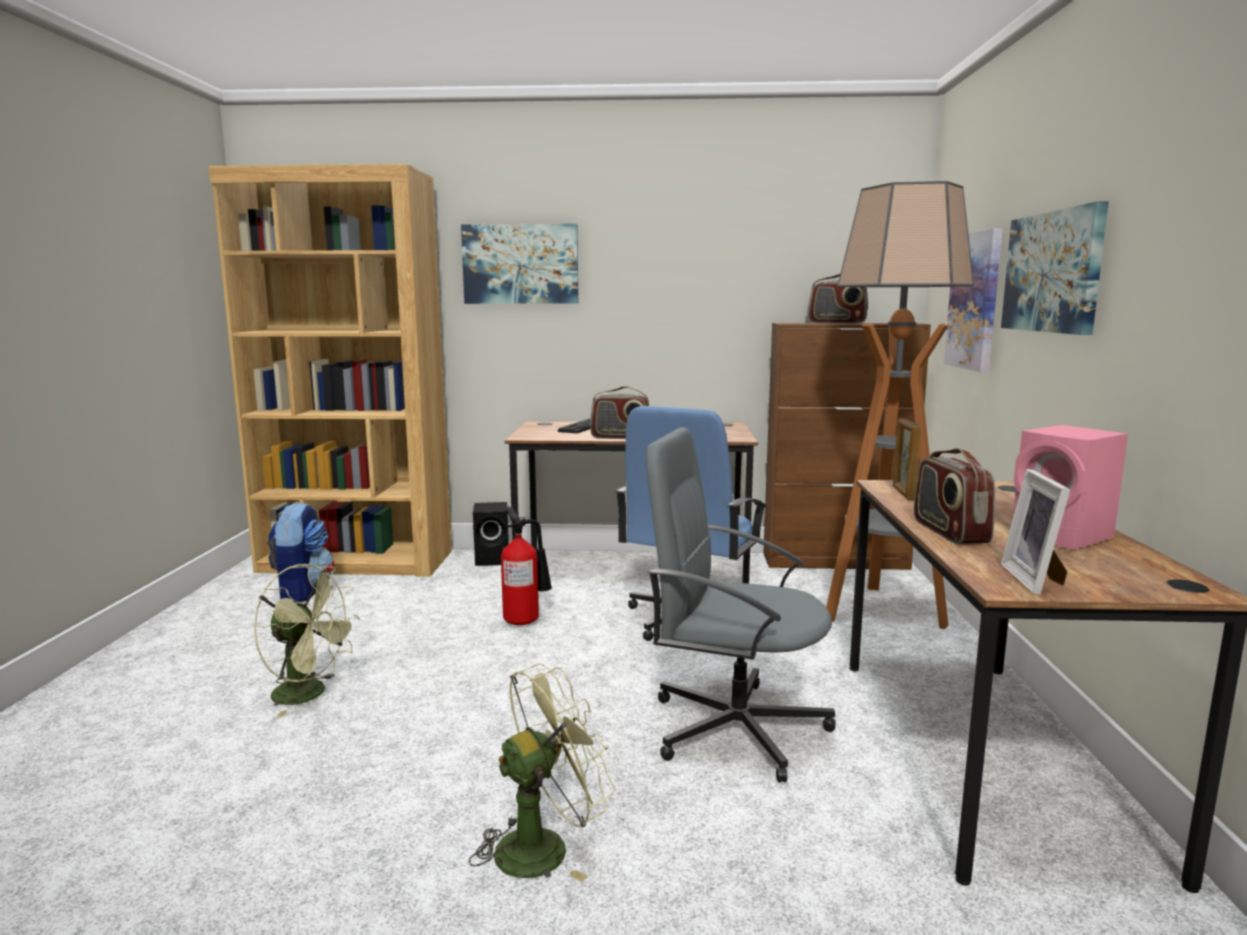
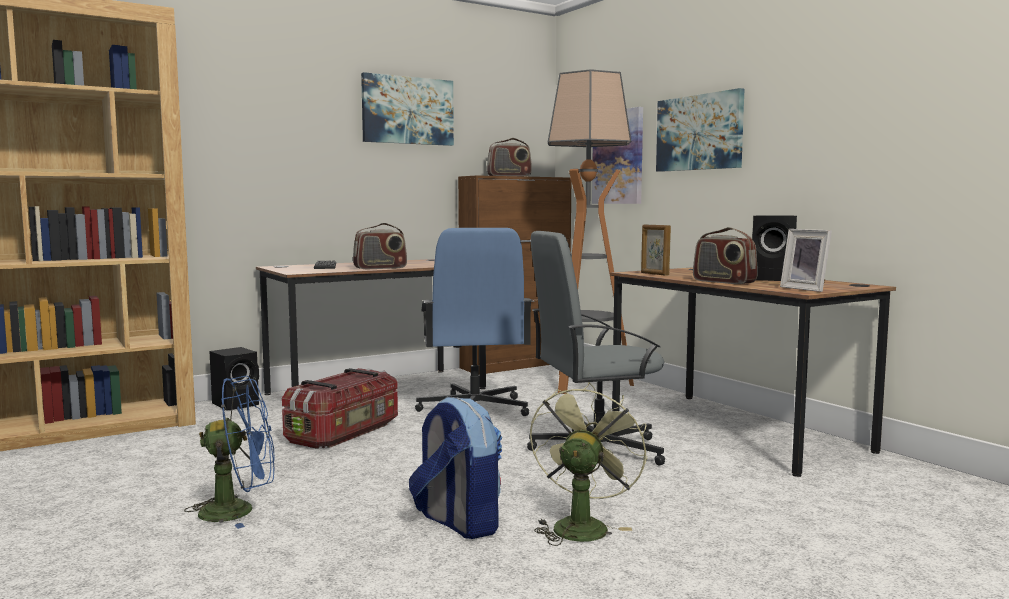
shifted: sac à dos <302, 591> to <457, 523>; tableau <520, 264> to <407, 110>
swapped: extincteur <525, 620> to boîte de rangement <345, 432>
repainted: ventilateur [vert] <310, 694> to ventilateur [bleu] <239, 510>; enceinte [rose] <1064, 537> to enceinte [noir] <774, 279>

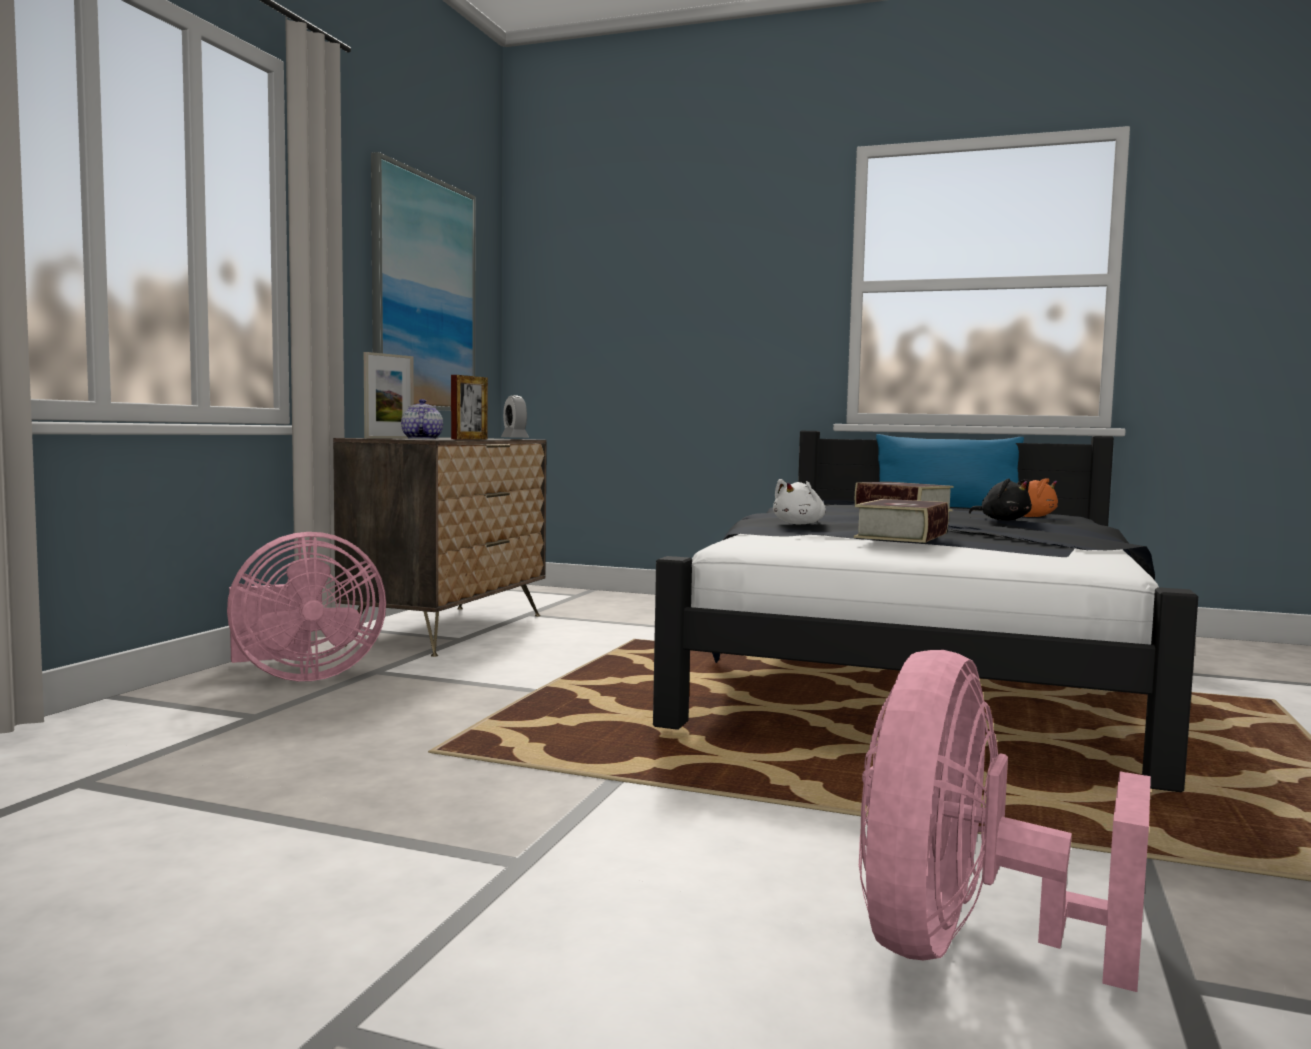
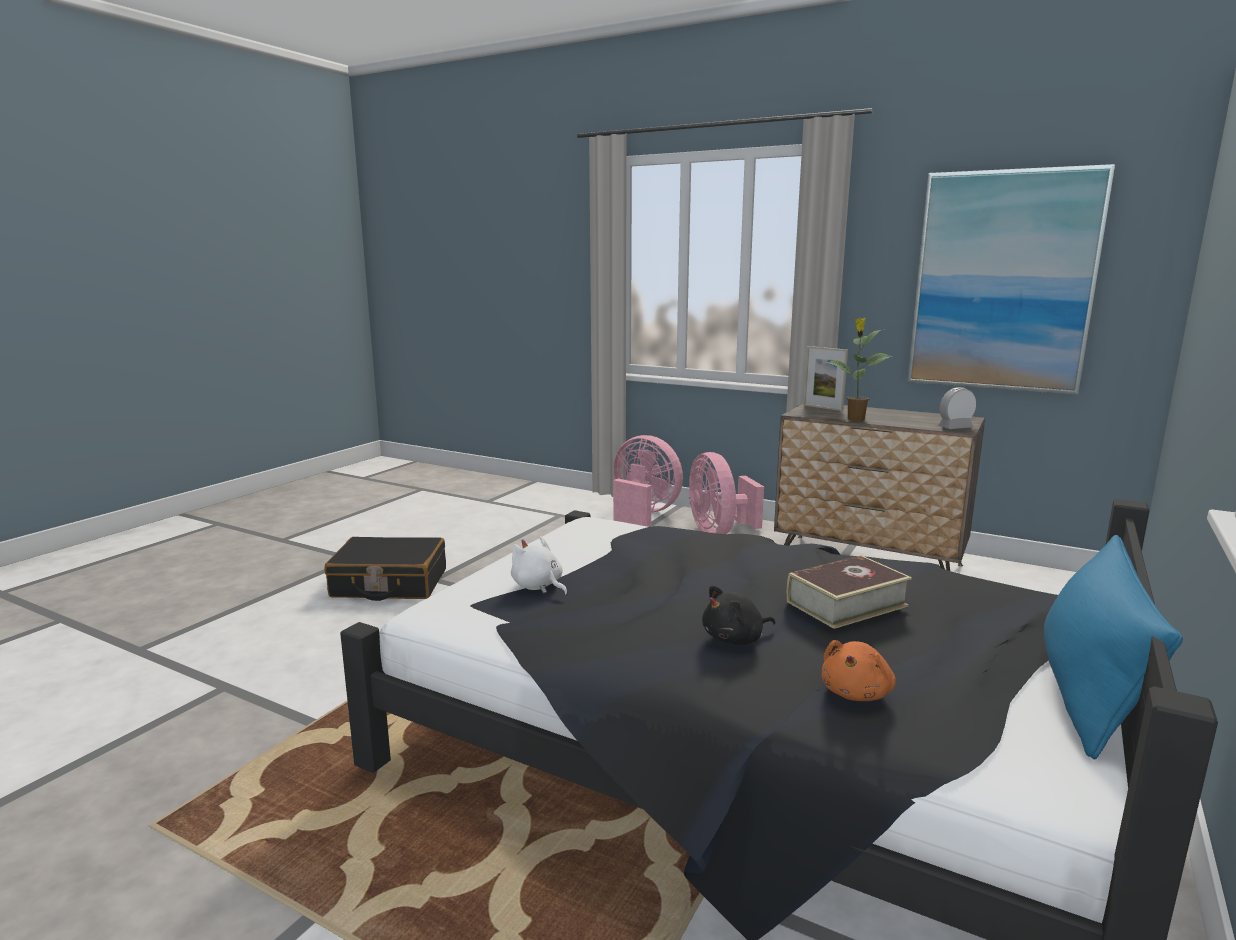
gone: théière <421, 439>; livre <902, 535>
new: valise [noir] <389, 584>
shifted: peluche [blanc] <800, 524> to <538, 586>; ventilateur [rose] <966, 947> to <643, 514>
swapped: cadre photo <469, 439> to plante en pot <855, 419>

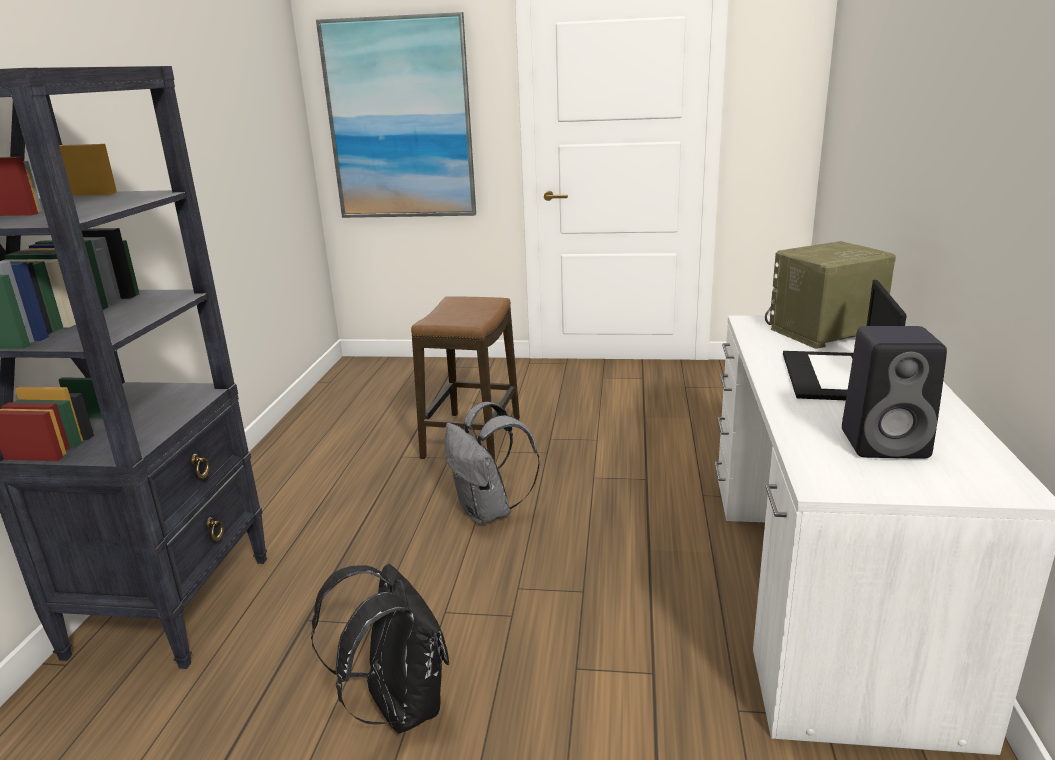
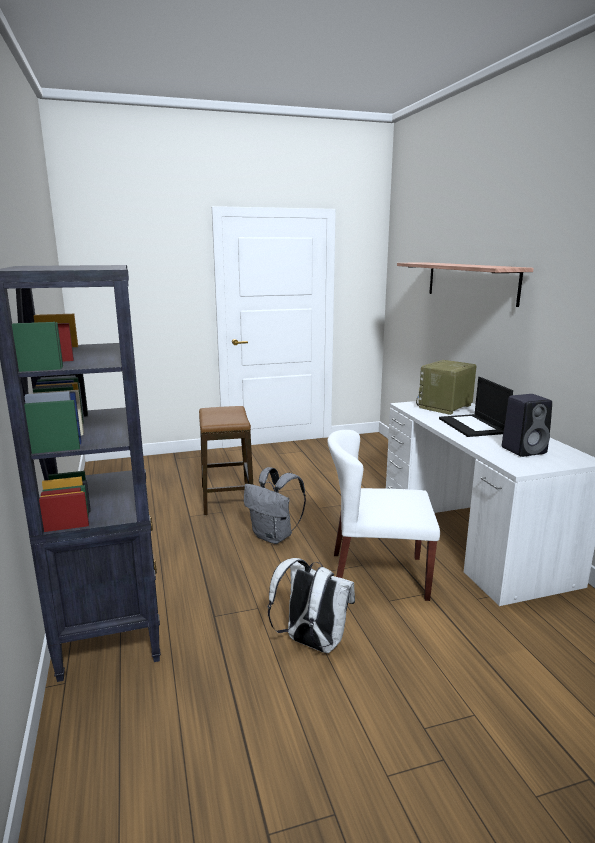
gone: tableau <400, 120>
new: chaise [blanc] <377, 576>; étagère <470, 282>
repainted: sac à dos [noir] <398, 706> to sac à dos [blanc] <311, 643>

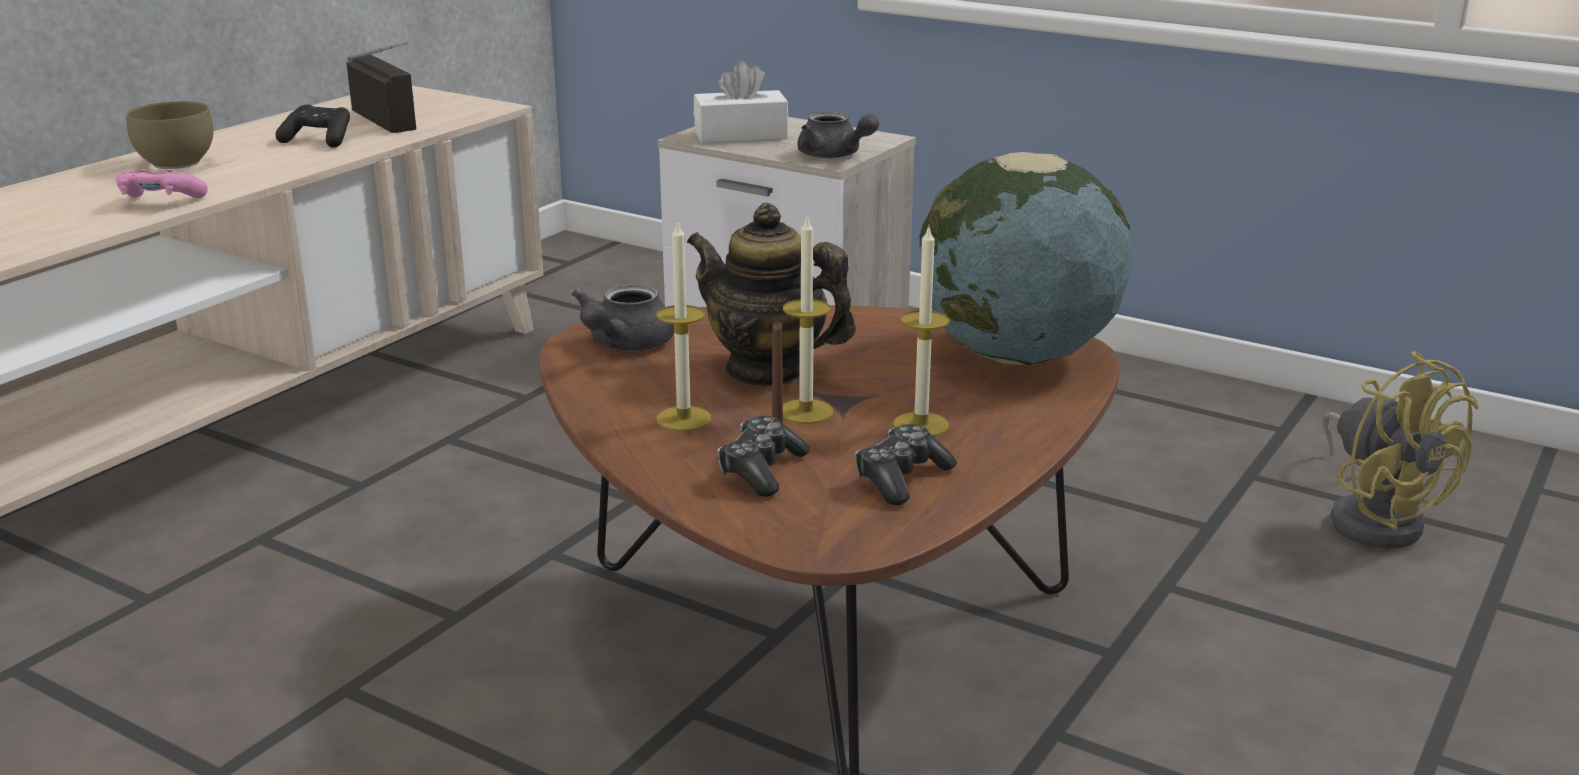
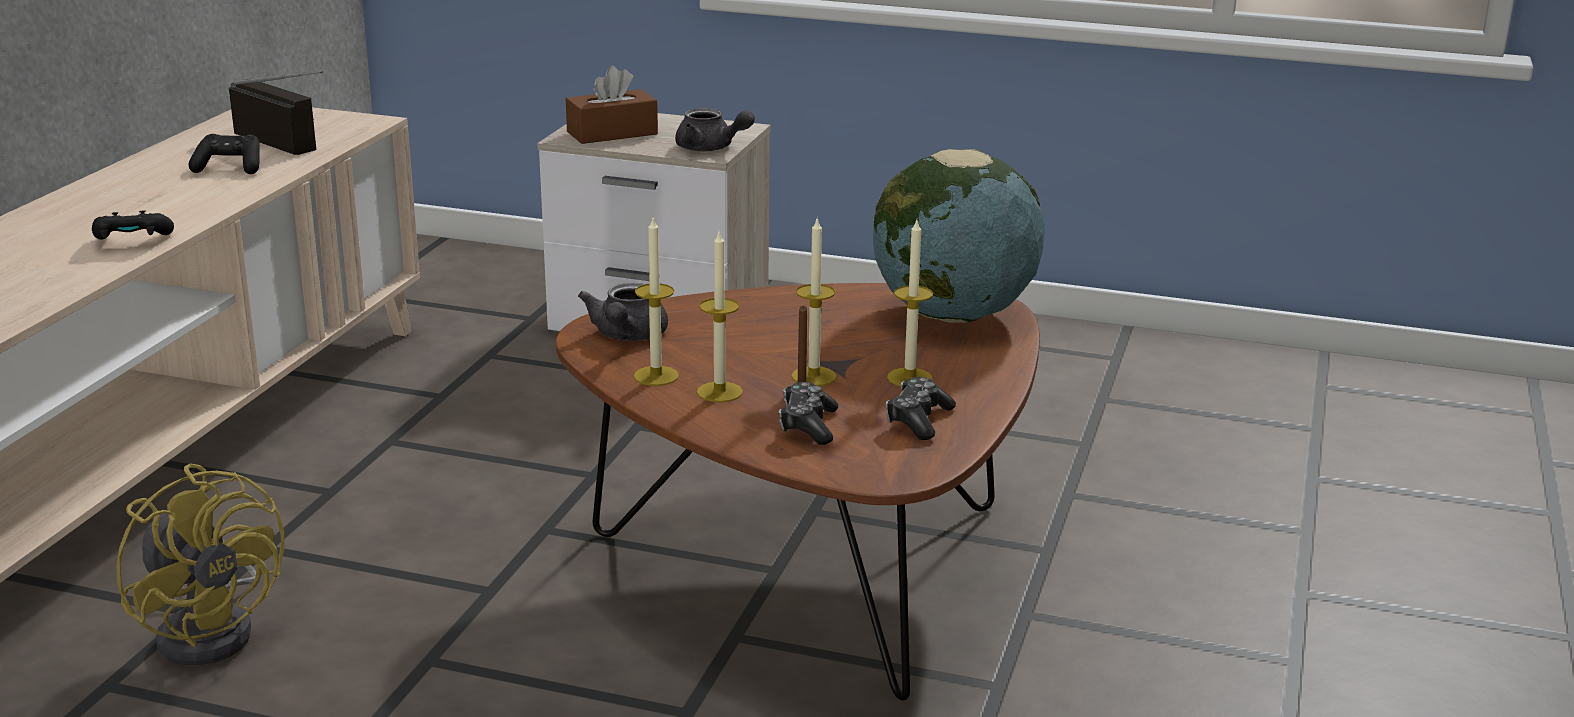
gone: bol [marron] <174, 163>; théière <768, 370>
new: bougie <656, 376>
shifted: ventilateur [jaune] <1375, 518> to <214, 629>
repainted: manette [rose] <160, 203> to manette [noir] <132, 242>; boîte à mouchoirs [blanc] <740, 135> to boîte à mouchoirs [marron] <612, 133>

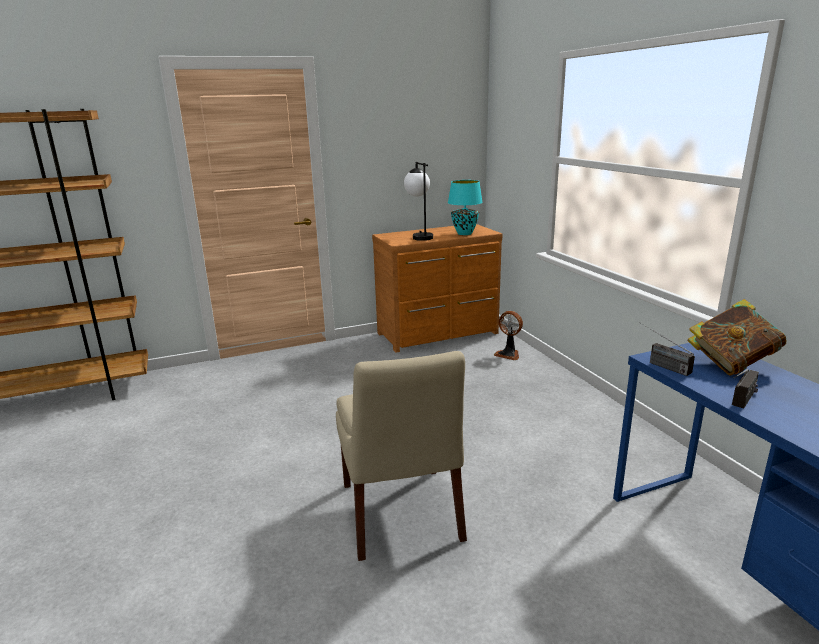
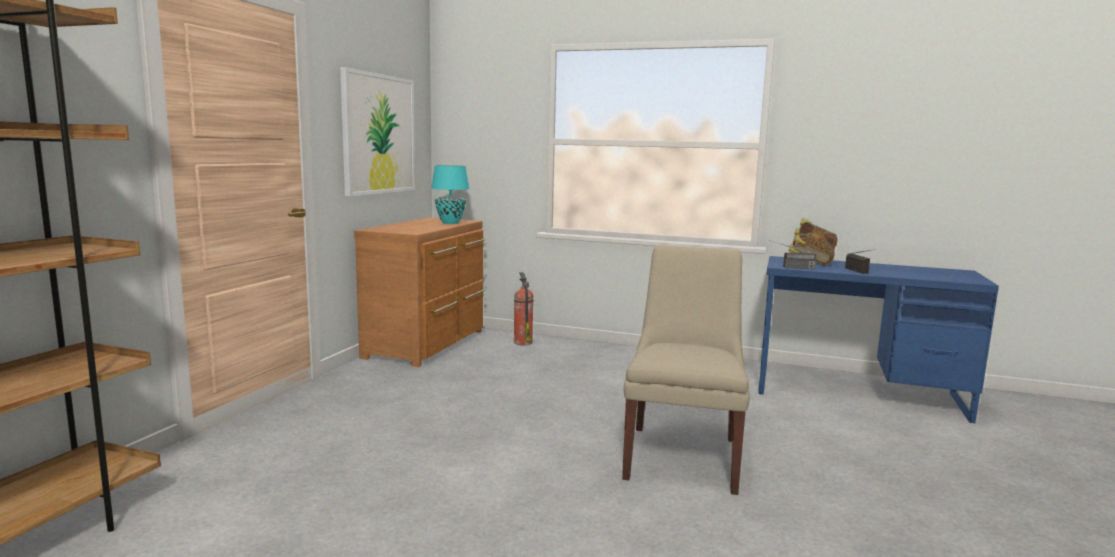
gone: lampe de table <419, 236>
new: tableau <378, 134>
swapped: ventilateur <508, 354> to extincteur <522, 342>
rotated: chaise [beige] <401, 515> = <682, 456> 105 degrees counterclockwise

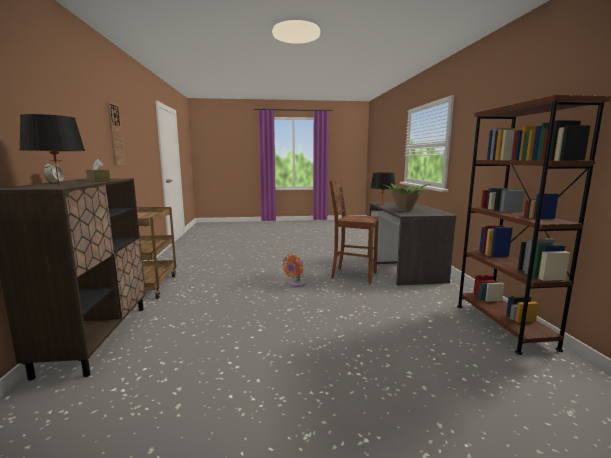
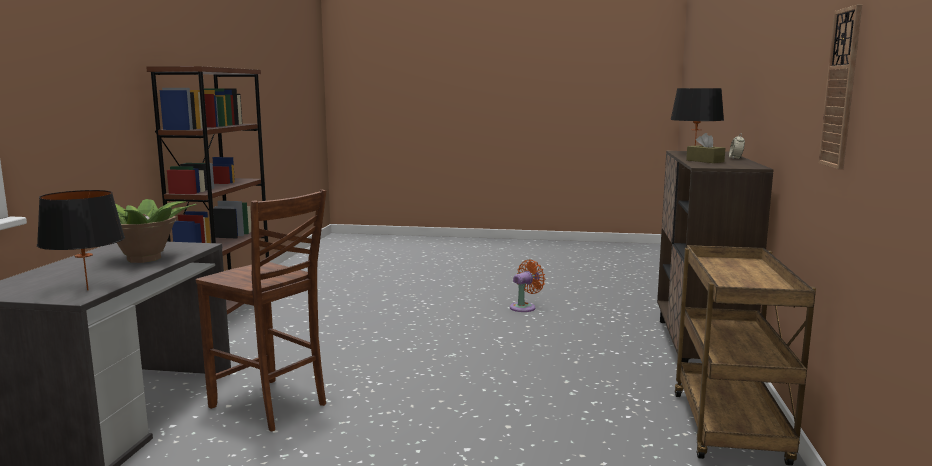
shifted: ventilateur [orange] <295, 284> to <524, 307>

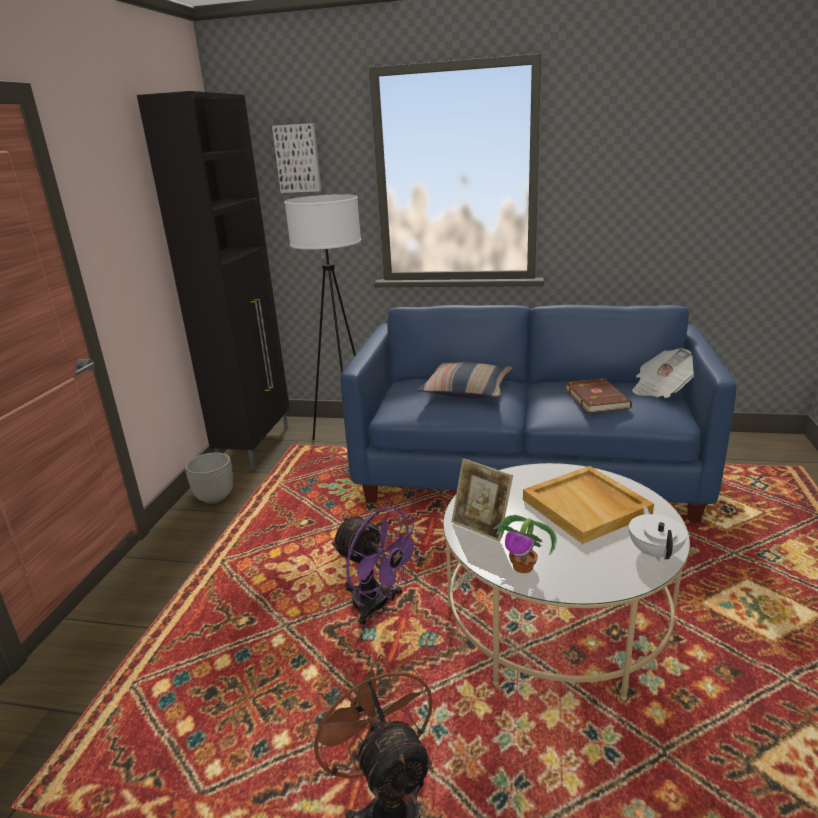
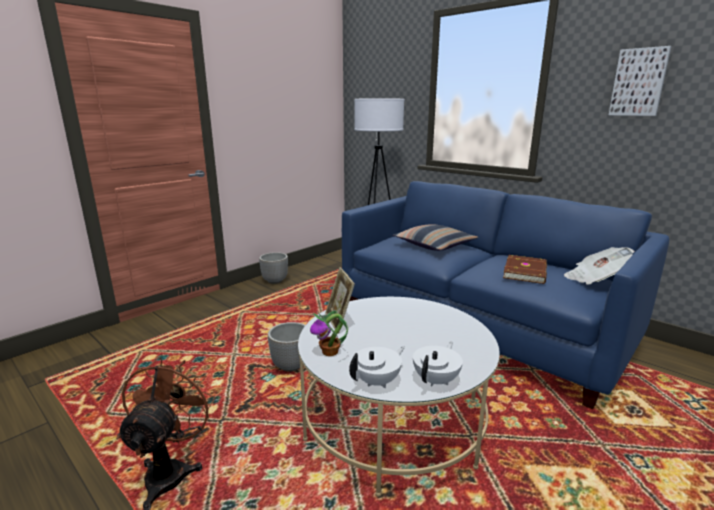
gone: meuble de rangement [noir] <256, 445>; plateau [beige] <587, 507>
new: théière [blanc] <377, 381>
shifted: tableau <298, 158> to <639, 82>
swapped: ventilateur [violet] <378, 606> to cache-pot <291, 365>

